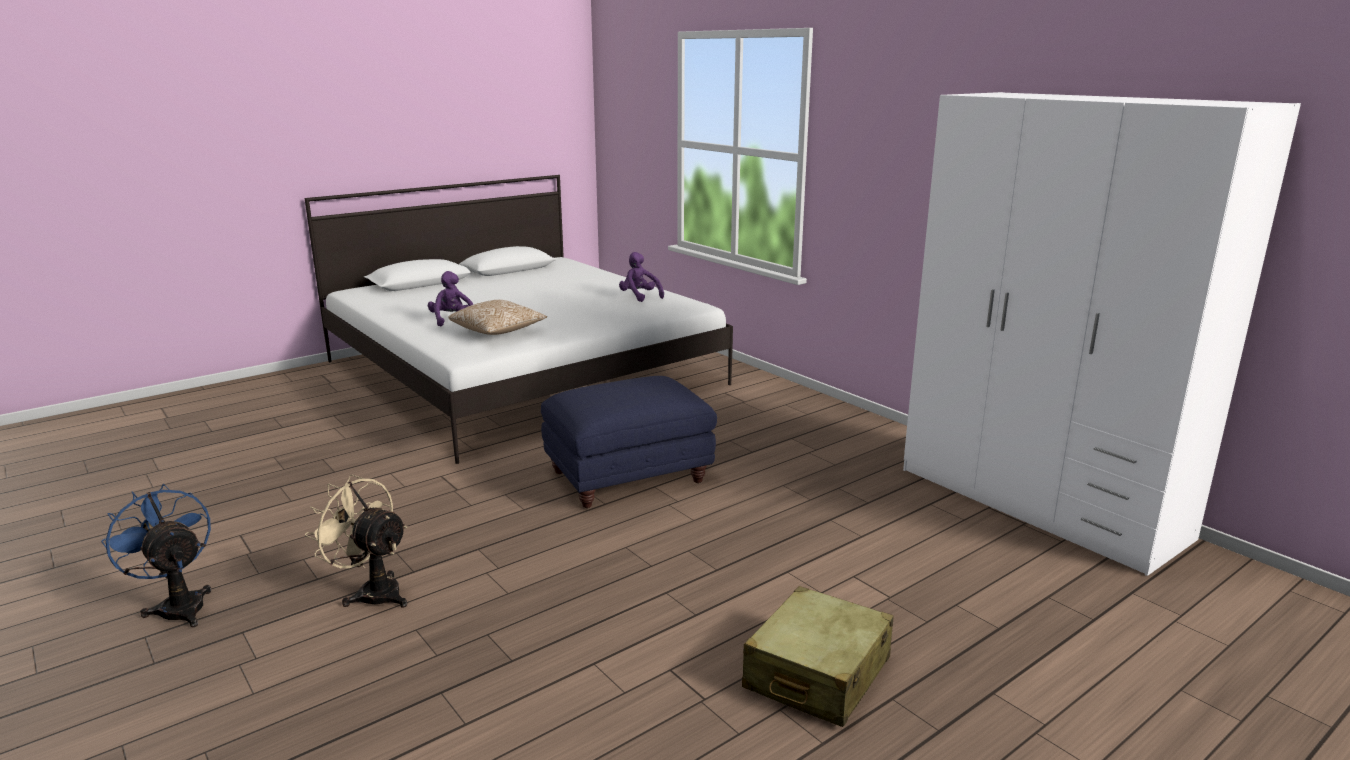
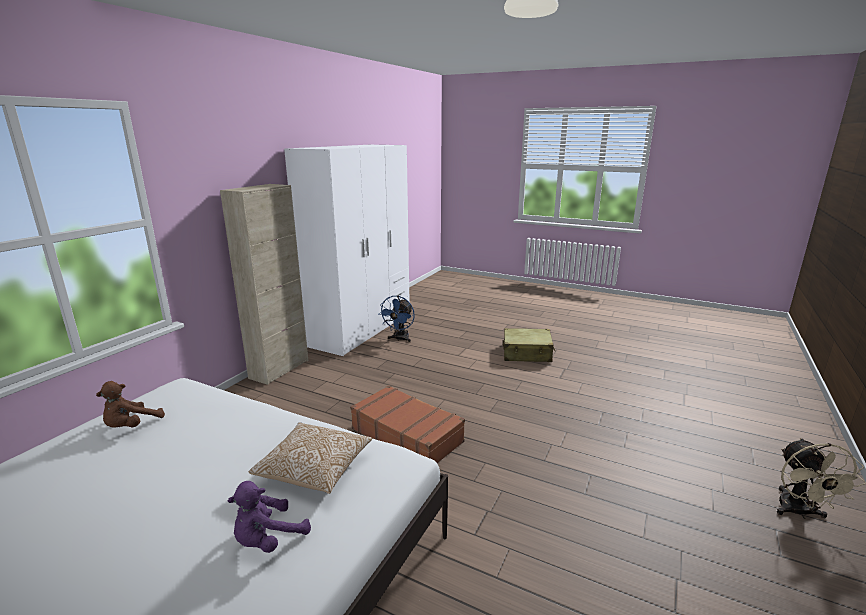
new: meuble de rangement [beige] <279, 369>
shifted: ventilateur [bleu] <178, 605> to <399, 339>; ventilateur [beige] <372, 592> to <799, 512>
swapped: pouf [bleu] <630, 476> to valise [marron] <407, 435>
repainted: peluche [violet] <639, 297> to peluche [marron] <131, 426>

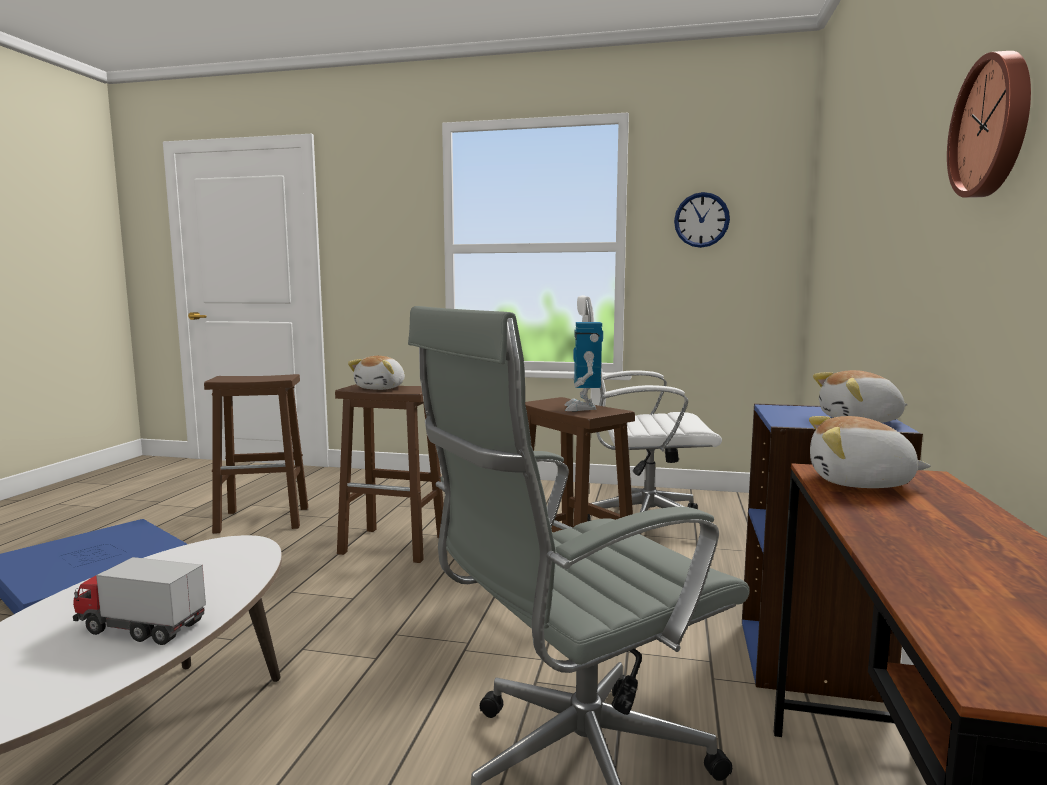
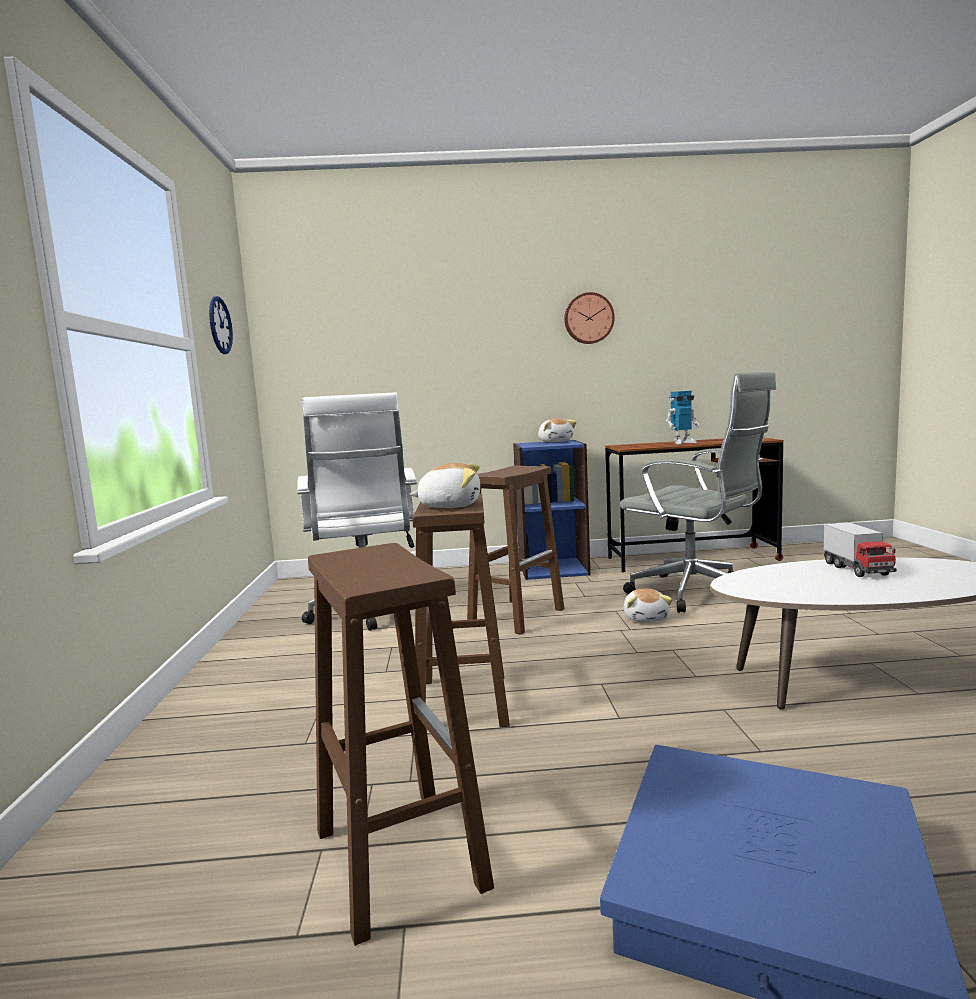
shifted: robot jouet <582, 408> to <682, 443>; peluche <860, 483> to <646, 618>

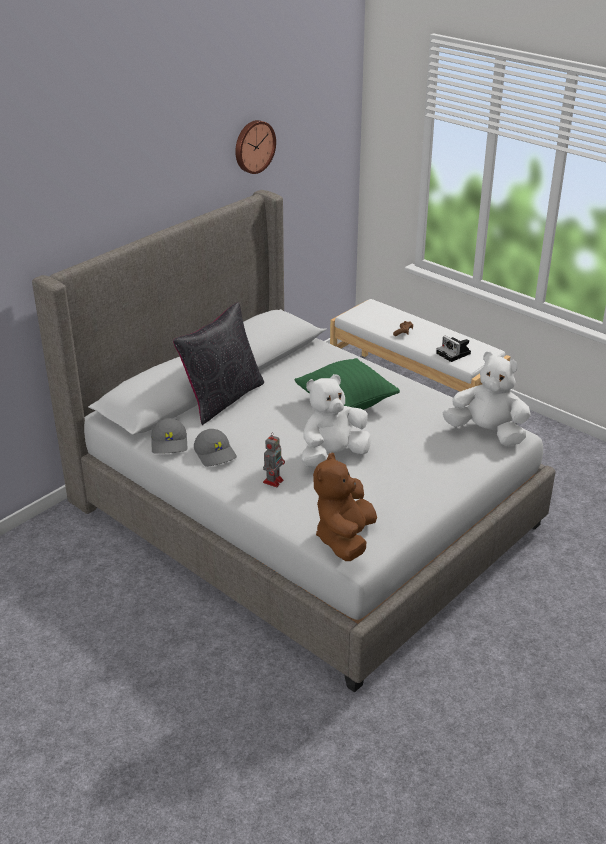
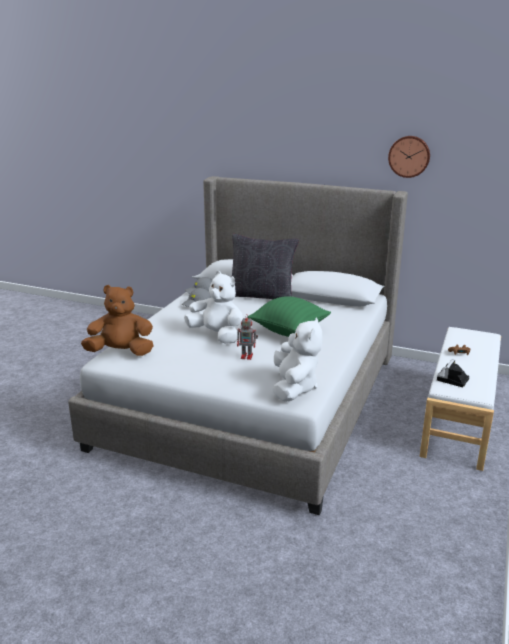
shifted: robot jouet <273, 480> to <247, 356>

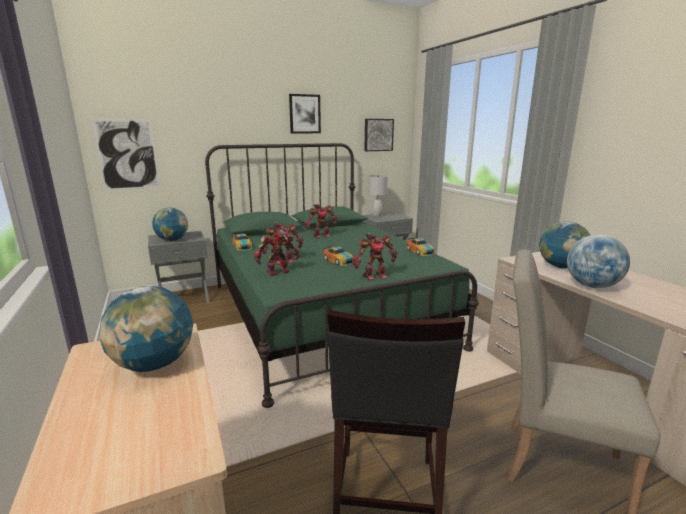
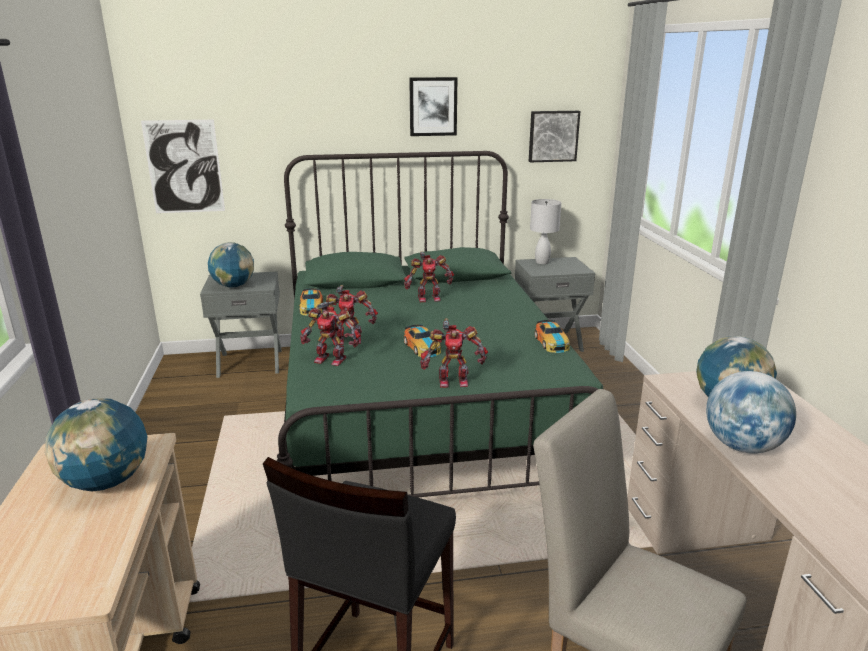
rotated: robot jouet <278, 272> = <331, 359> 150 degrees counterclockwise

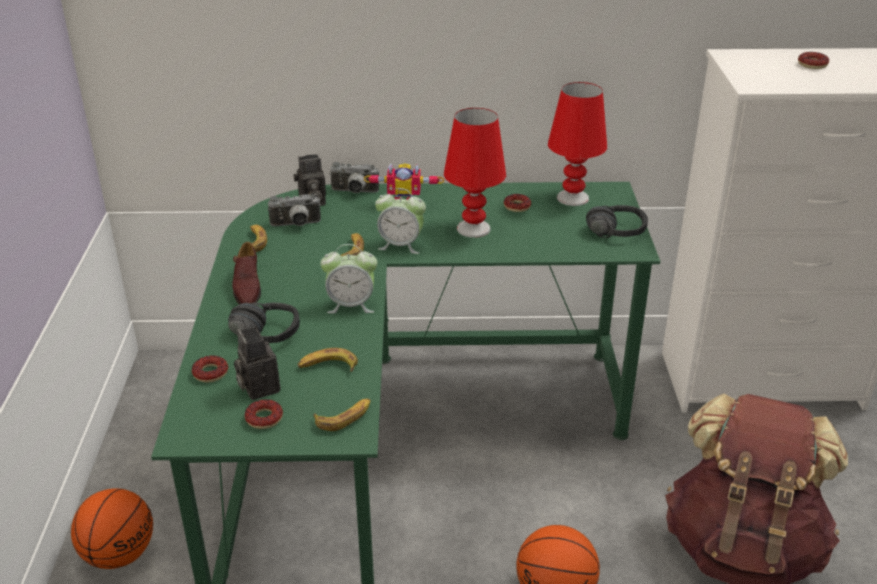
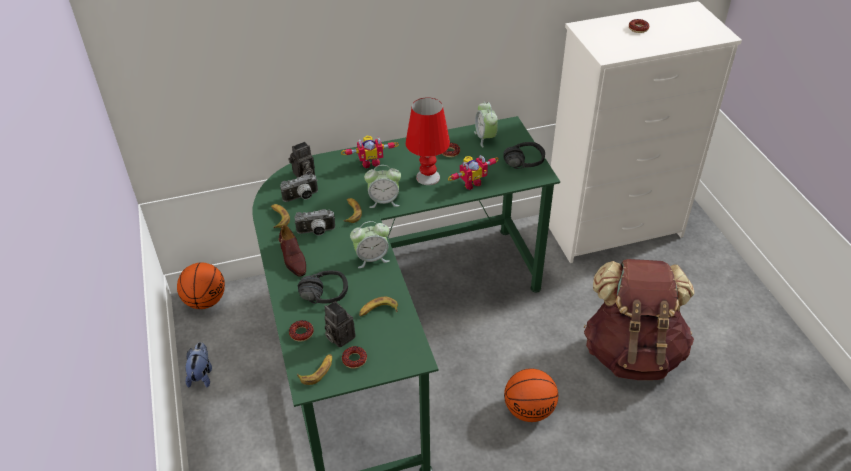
new: peluche <201, 375>; robot jouet <471, 183>
shifted: ballon de basket <119, 554> to <205, 300>; banane <344, 417> to <317, 371>; appareil photo <354, 192> to <316, 232>
swapped: lampe de table [rouge] <573, 198> to réveil <485, 138>

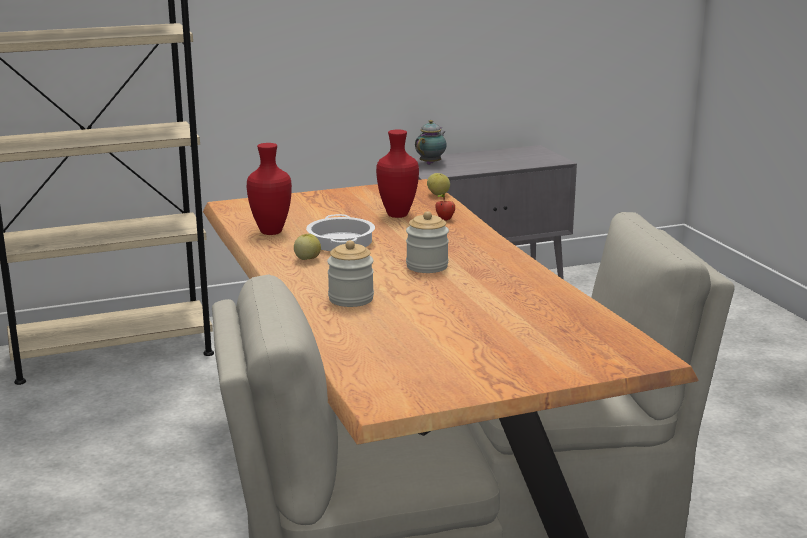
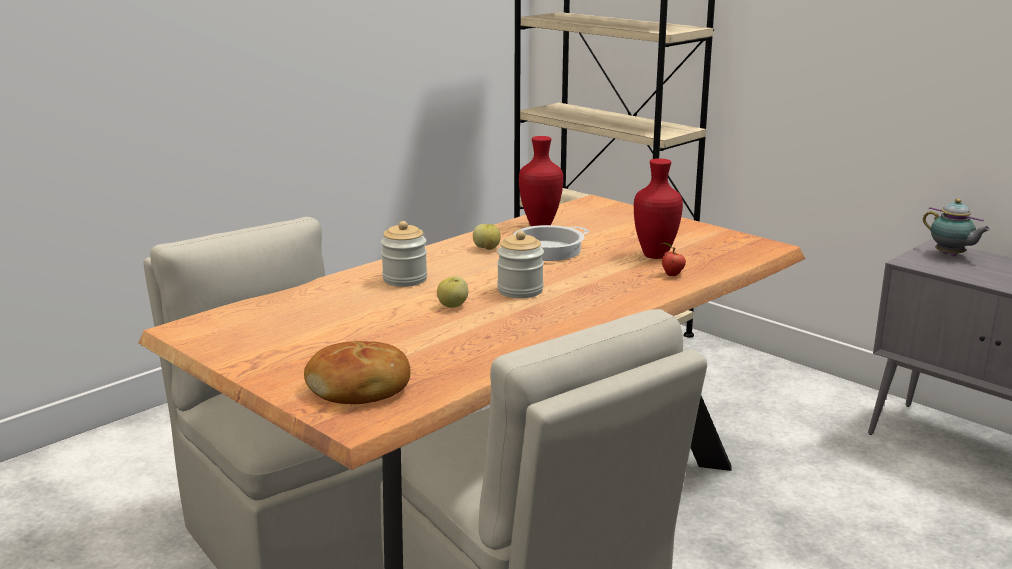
new: pain <360, 388>
shifted: pomme <438, 194> to <453, 306>
rotated: théière <431, 163> = <951, 255> 45 degrees clockwise

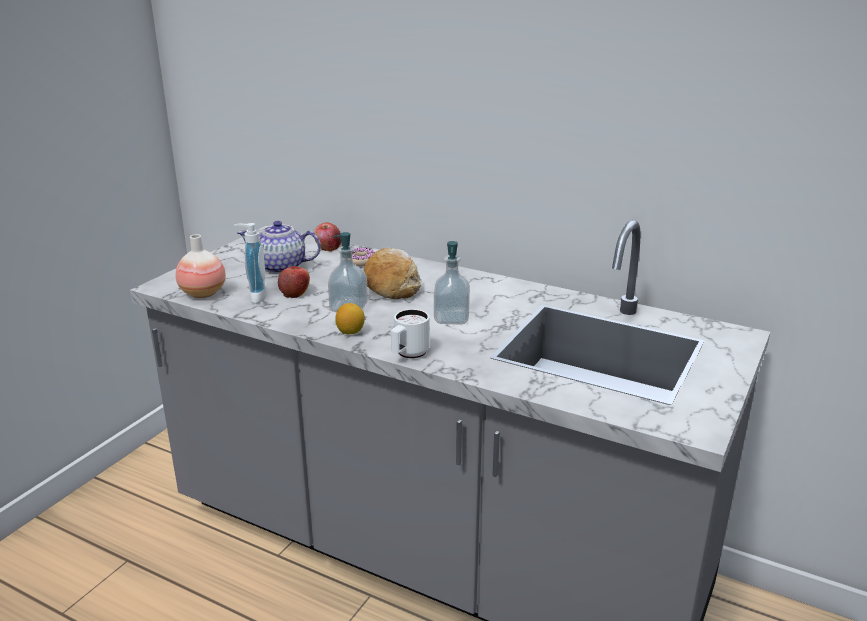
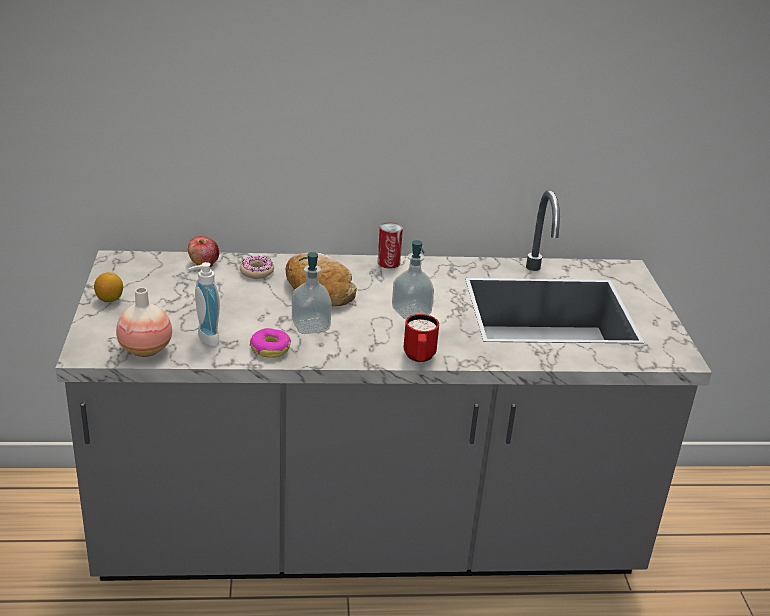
gone: théière <281, 267>; pomme <295, 293>
new: beignet <270, 348>; boîte métallique <388, 263>
shifted: citron <350, 332> to <109, 299>
repainted: mug [blanc] <408, 355> to mug [rouge] <419, 358>

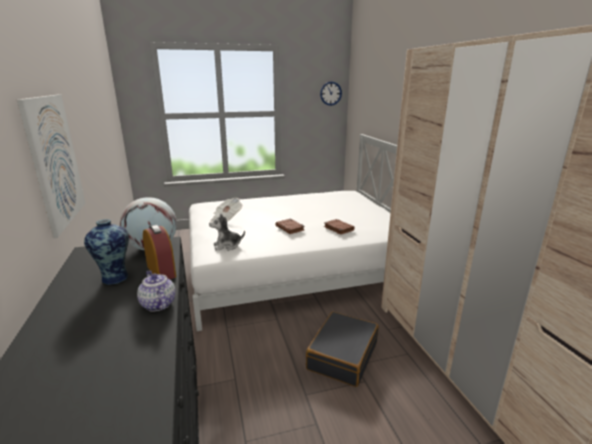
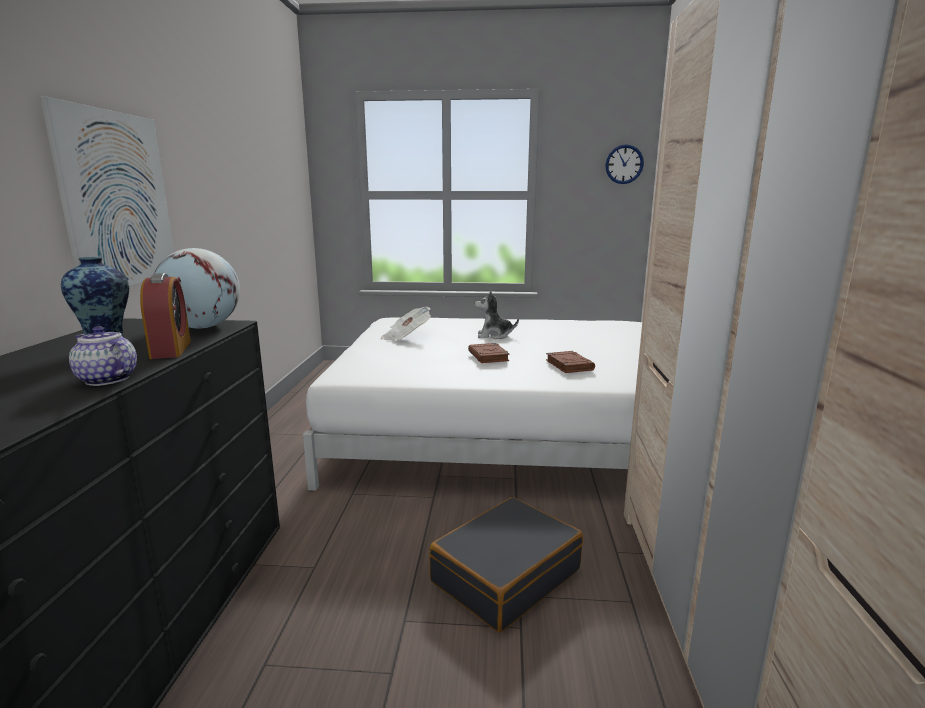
shifted: peluche <227, 246> to <494, 336>
rotated: théière <157, 304> = <106, 379> 45 degrees counterclockwise

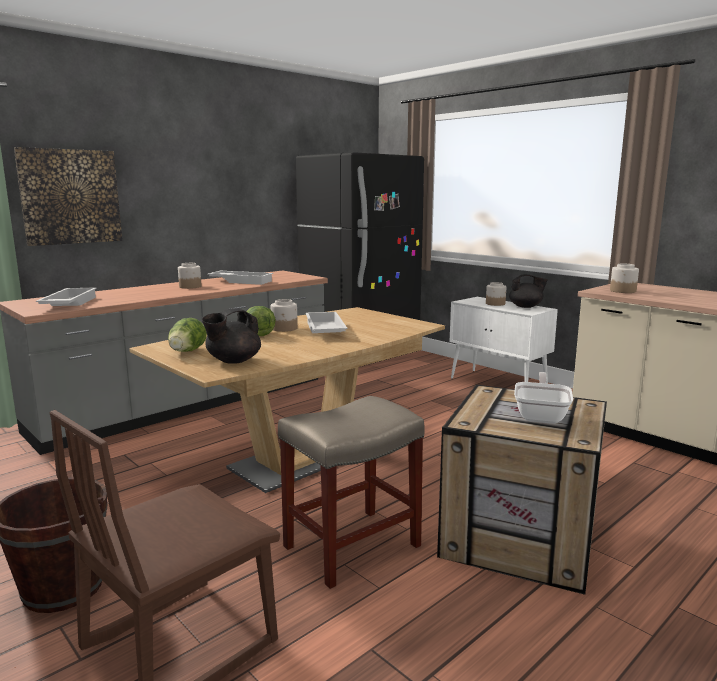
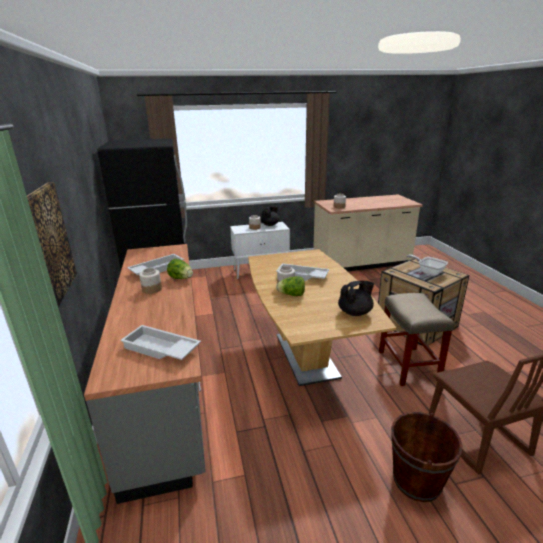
shifted: laitue <186, 352> to <181, 278>
rotated: théière [noir] <233, 361> = <355, 312> 105 degrees counterclockwise

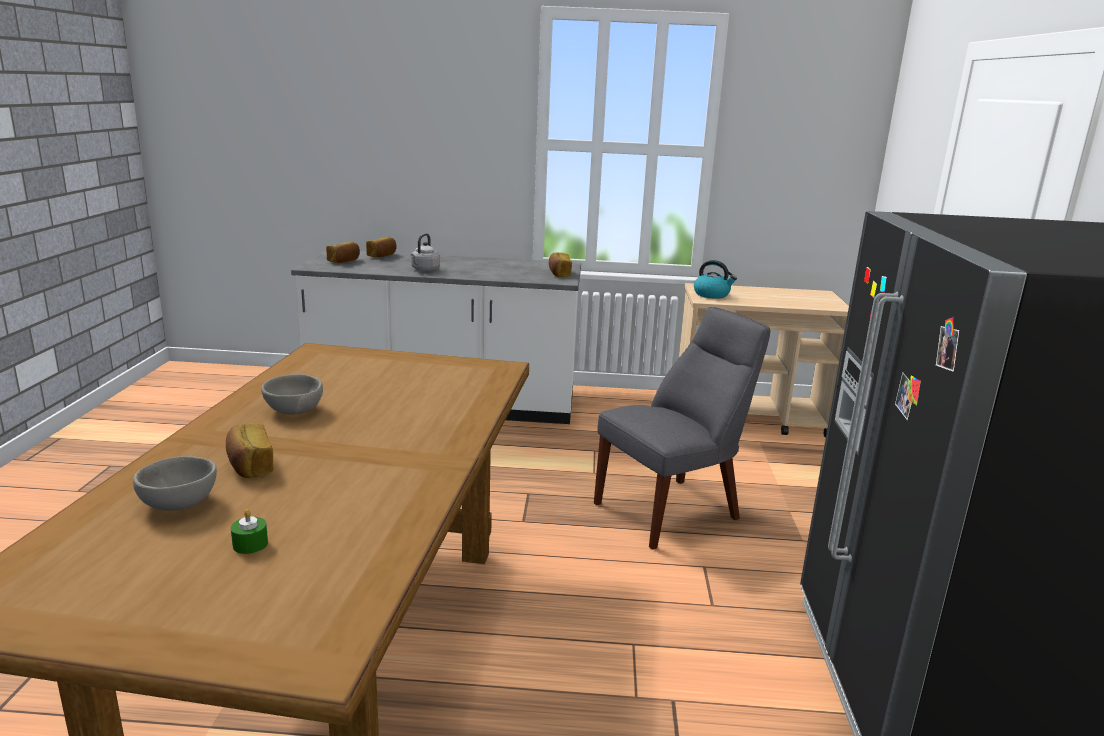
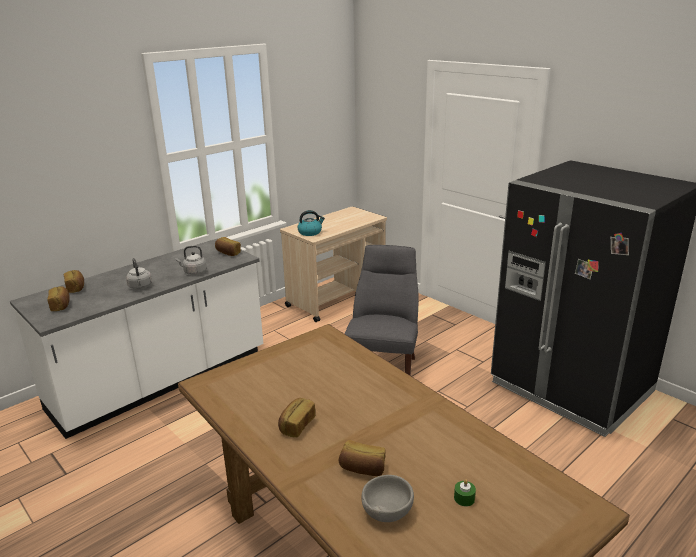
new: bouilloire [gris] <194, 272>
swapped: bol [gris] <295, 409> to pain <296, 425>

